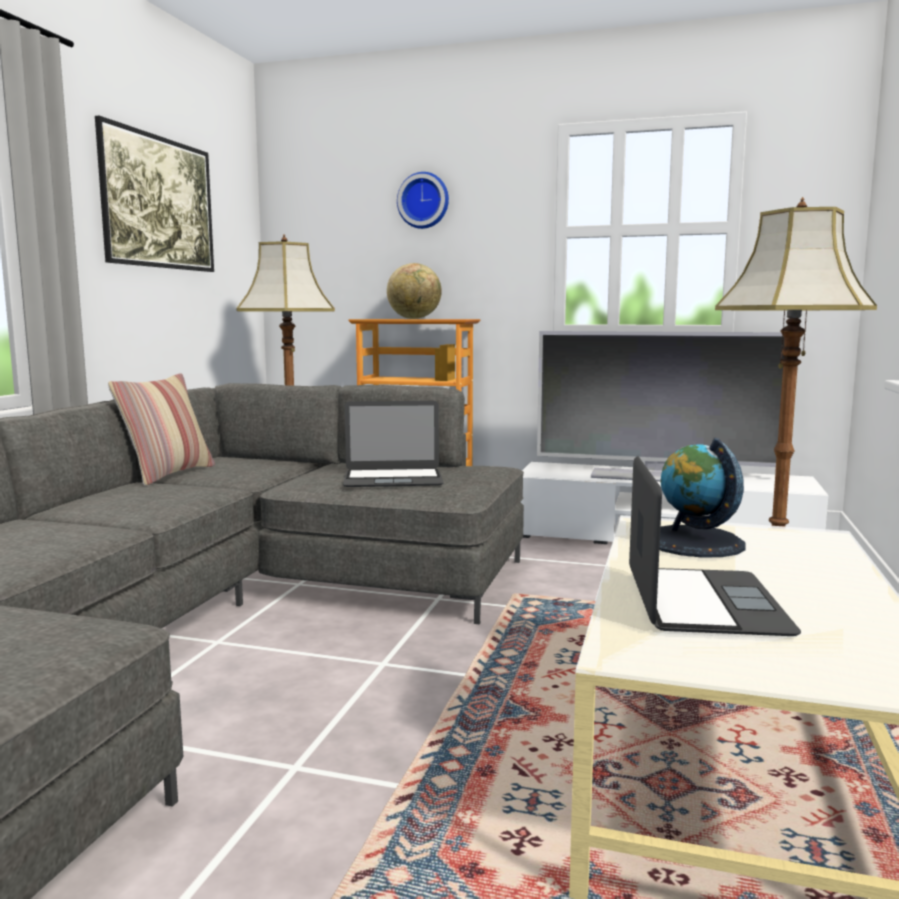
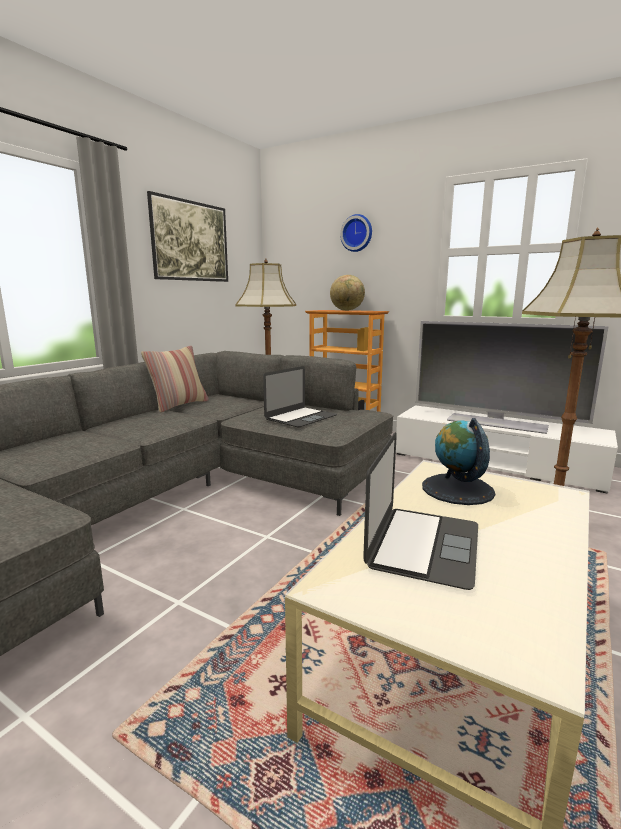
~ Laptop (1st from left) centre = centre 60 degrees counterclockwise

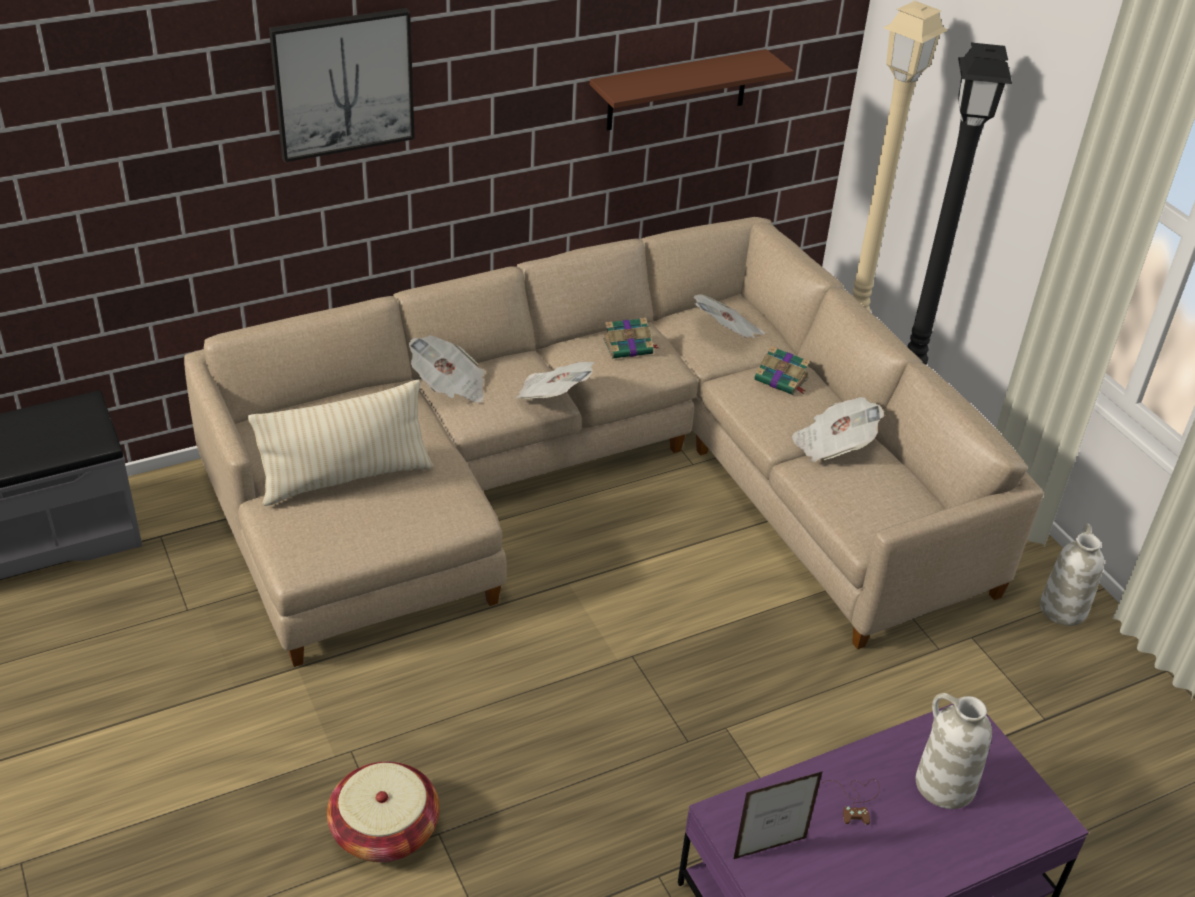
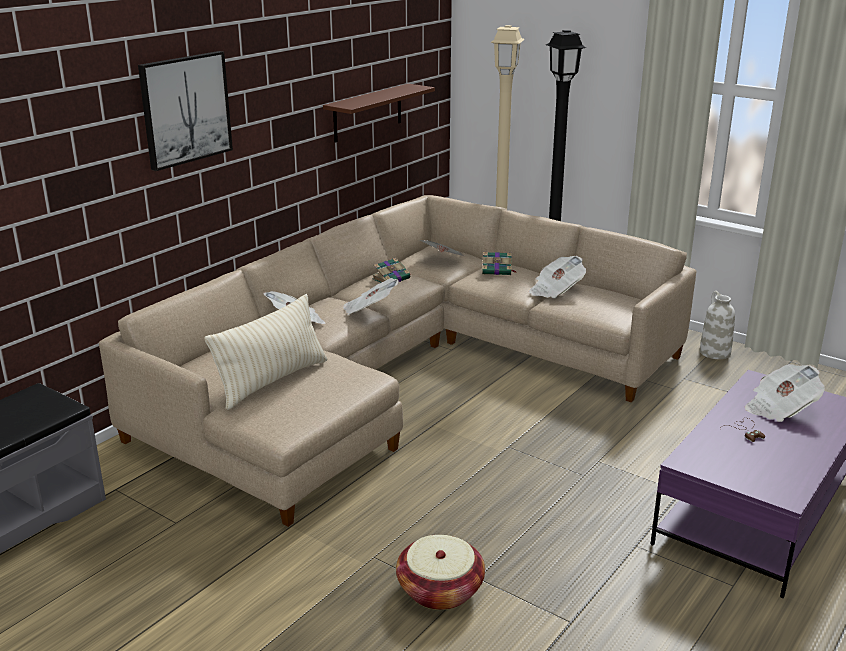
~ Vase [weiß] (1st from left) bottom right to Zeitung (5th from left) middle right
- Bilderrahmen bottom centre

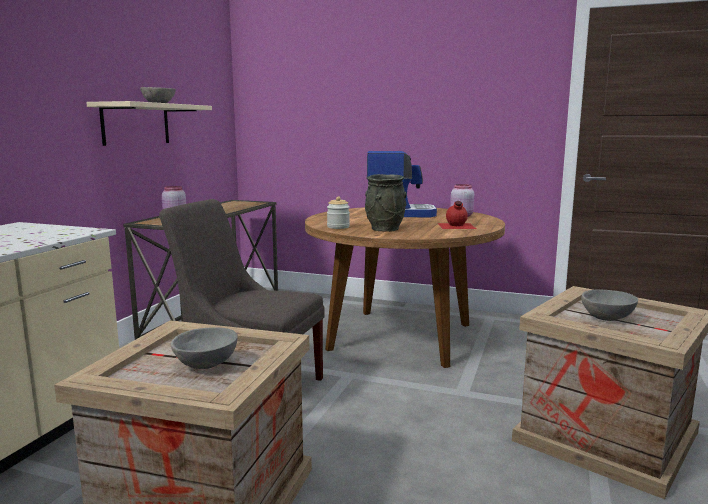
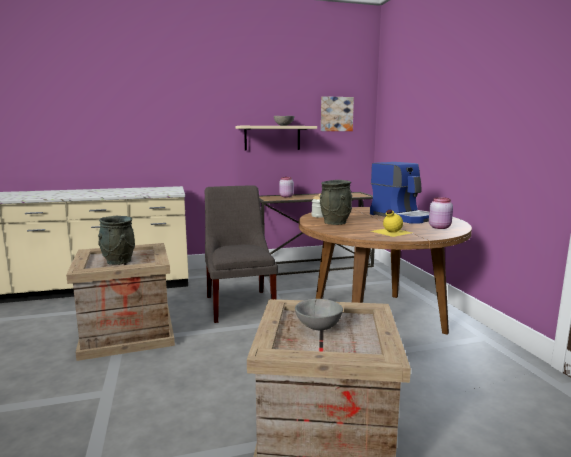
~ Flasche [rot] centre to Flasche [gelb] middle right
~ Schüssel [grau] (2nd from left) bottom left to Vase [grau] (1st from left) middle left
+ Bild top centre

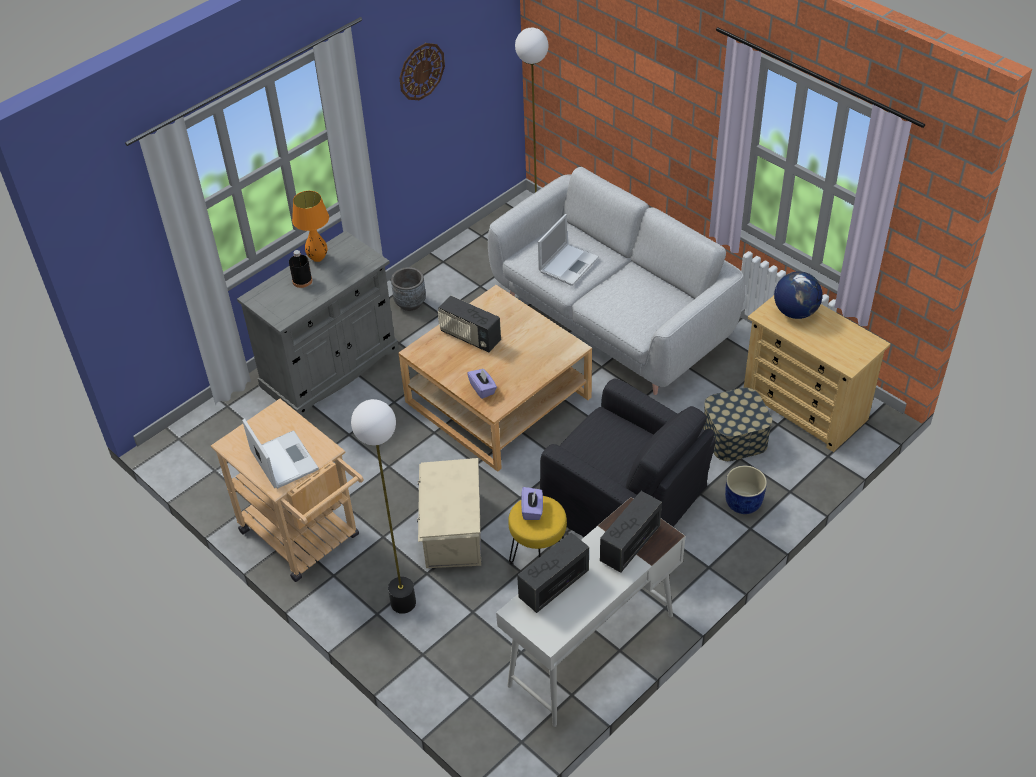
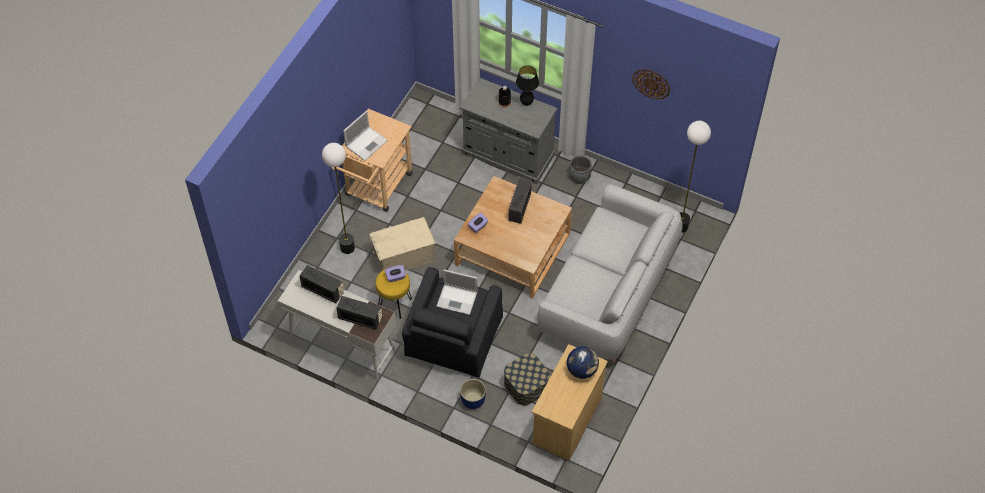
~ Tischlampe [orange] top left to Tischlampe [schwarz] top centre
~ Laptop (2nd from left) top centre to centre

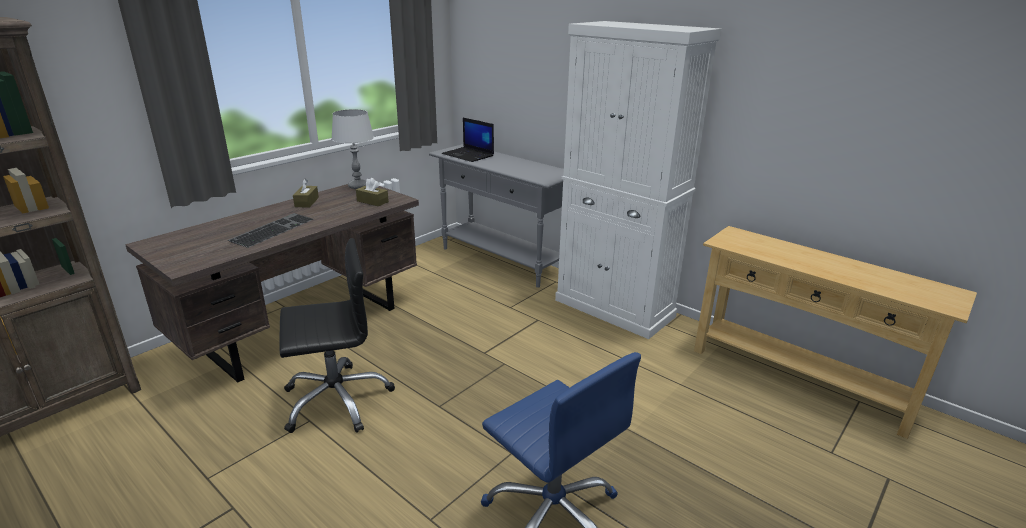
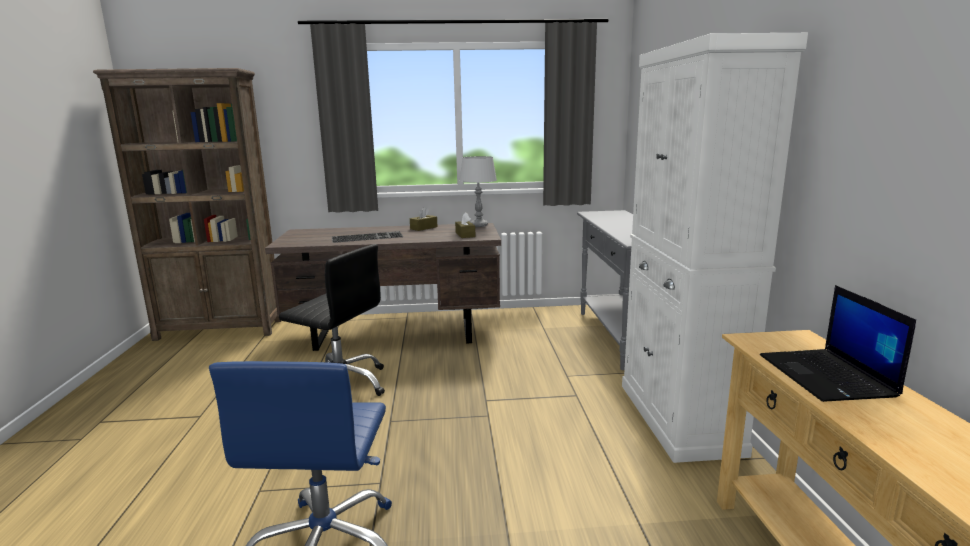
~ Laptop top centre to middle right

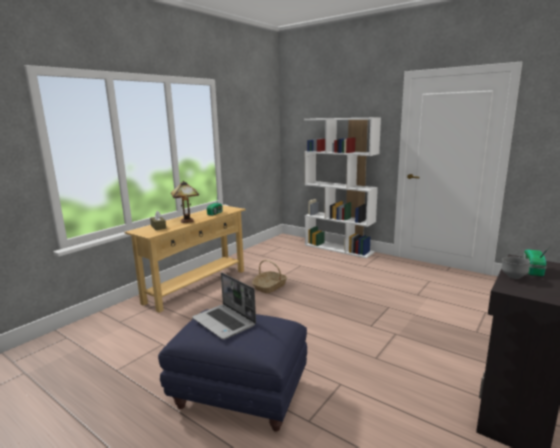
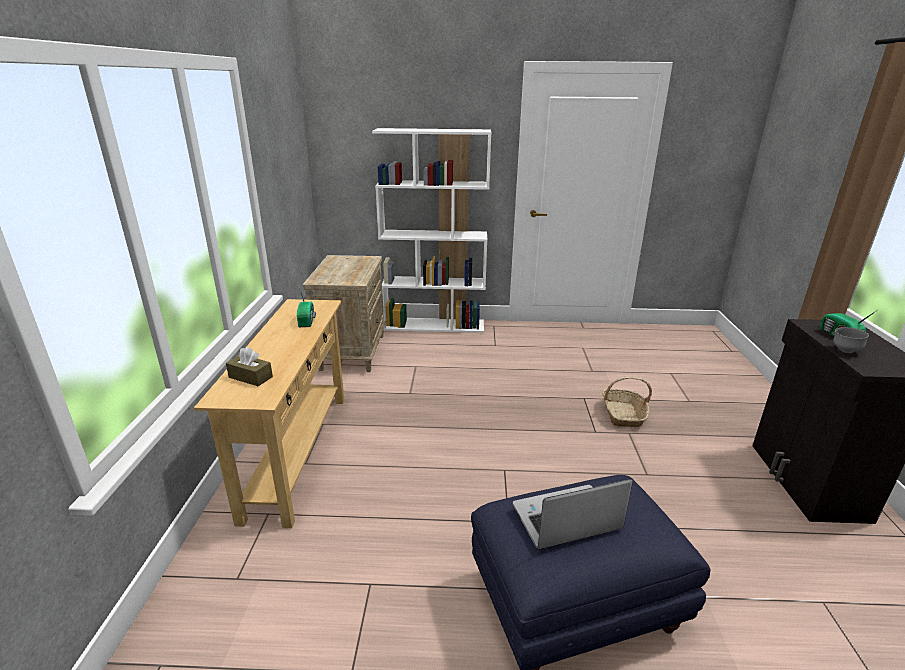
- Tischlampe middle left
~ Korb centre to middle right
~ Laptop bottom centre = bottom centre 150 degrees clockwise
+ Nachttisch [beige] centre

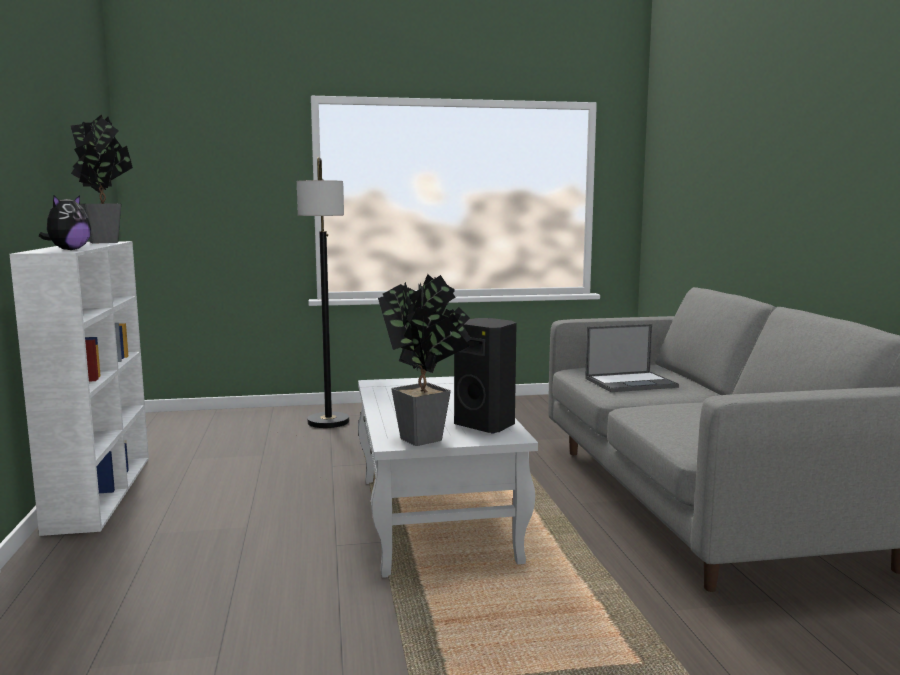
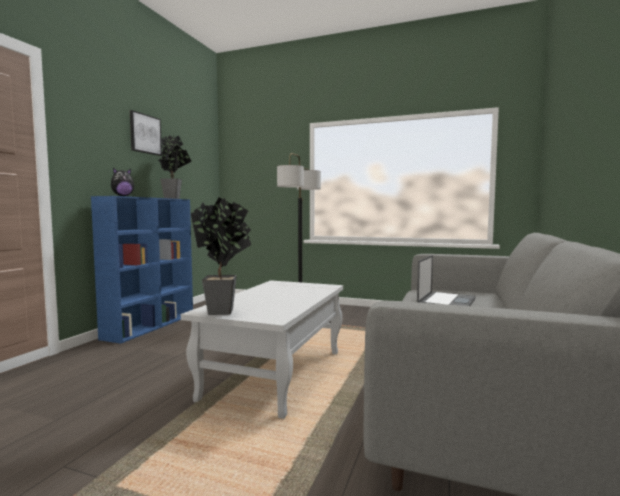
~ Bücherregal [weiß] middle left to Bücherregal [blau] middle left
- Lautsprecher [schwarz] centre
~ Laptop middle right = middle right 75 degrees counterclockwise
+ Bild top left

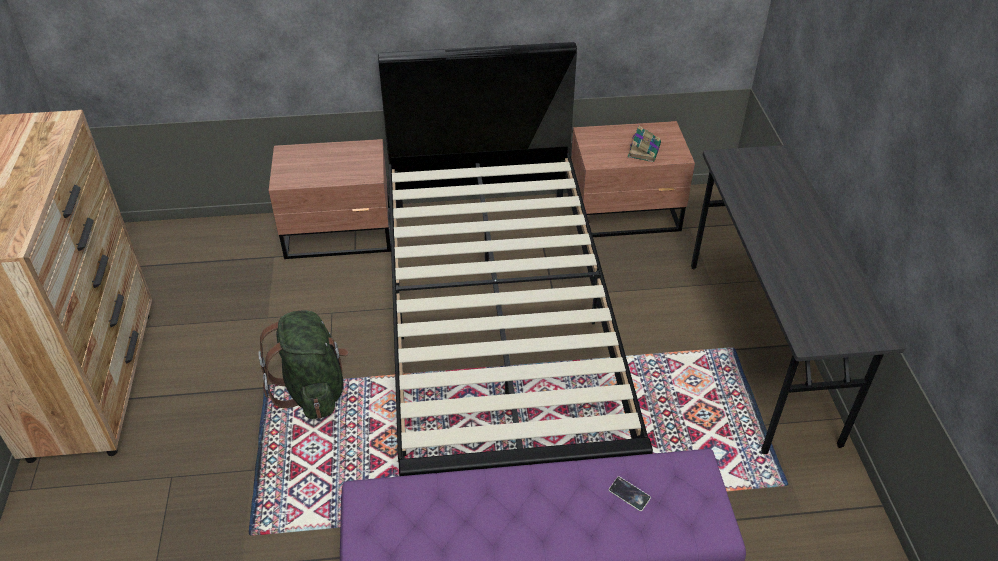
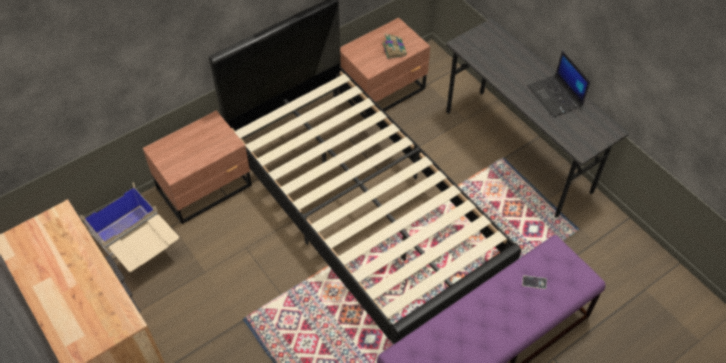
- Rucksack [grün] middle left
+ Laptop top right
+ Aufbewahrungsbox [beige] middle left

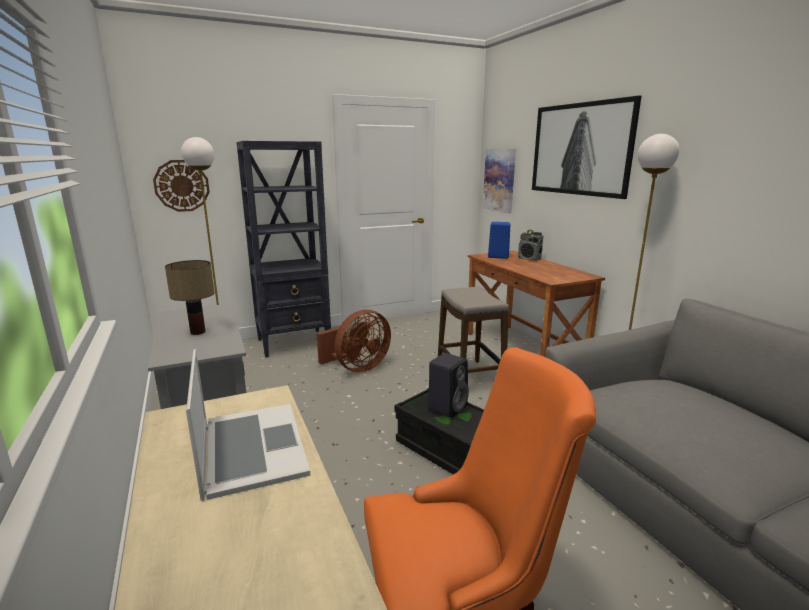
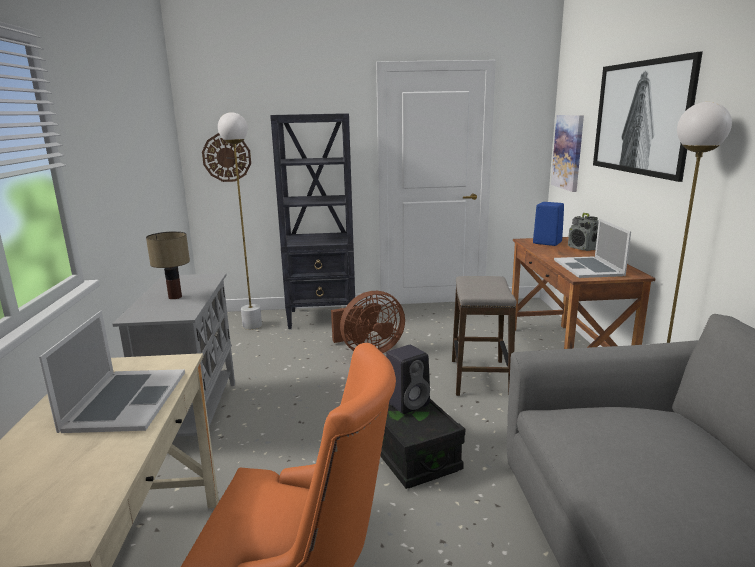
+ Laptop (2nd from left) middle right

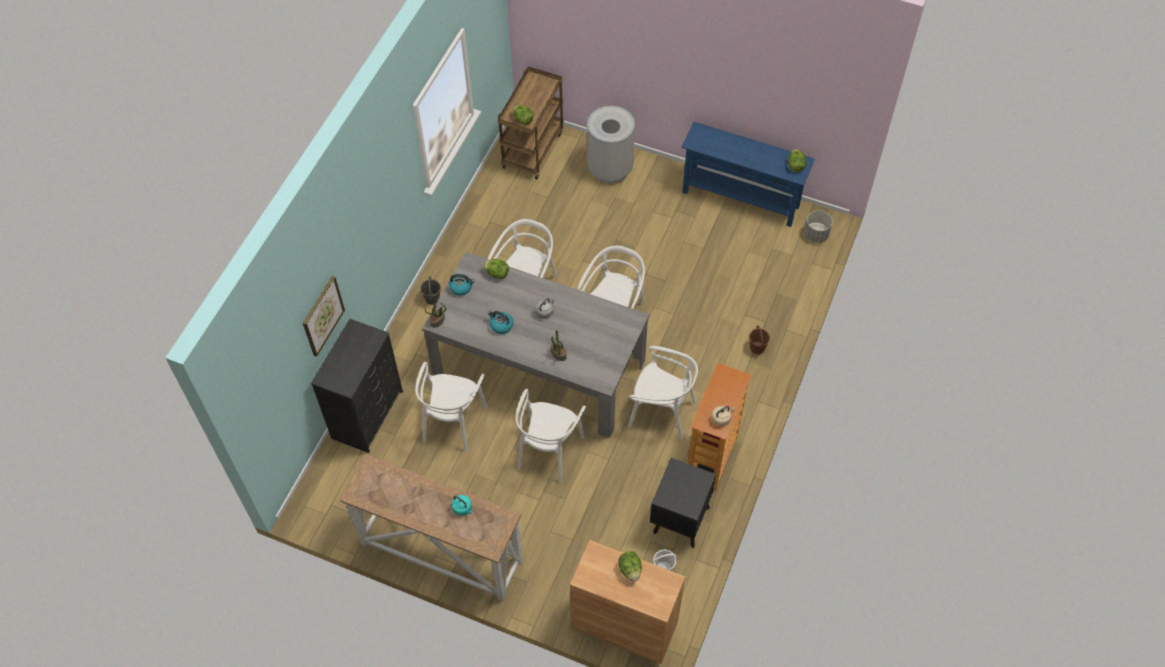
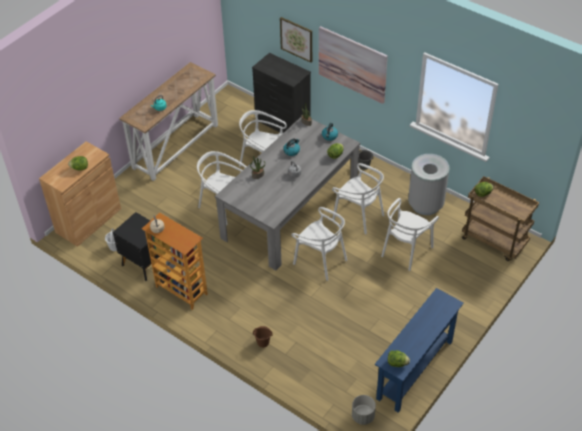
~ Mülleimer [grau] top centre to middle right
~ Stuhl [weiß] (5th from left) centre to middle right
+ Bild (2nd from left) top centre

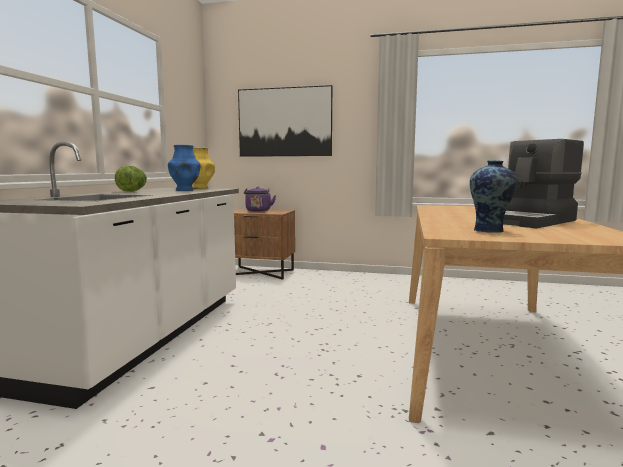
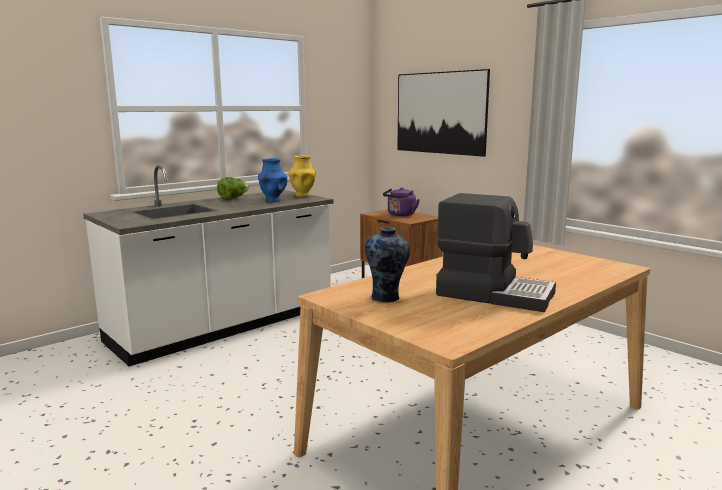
~ Kaffeemaschine middle right = middle right 150 degrees counterclockwise

